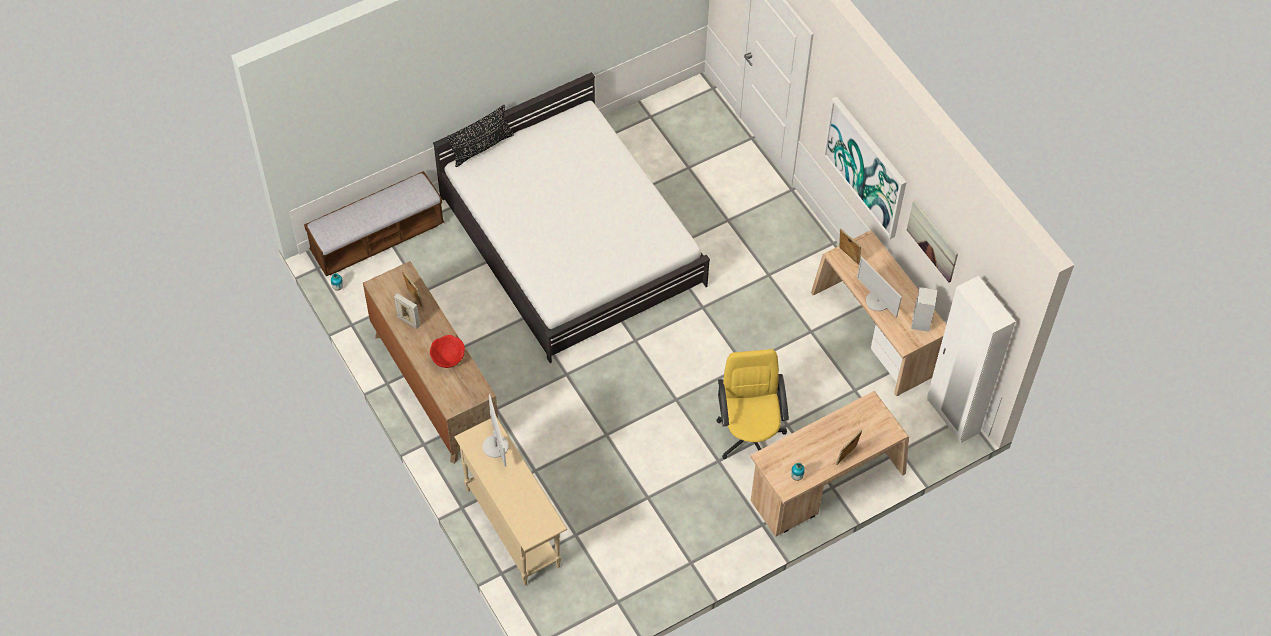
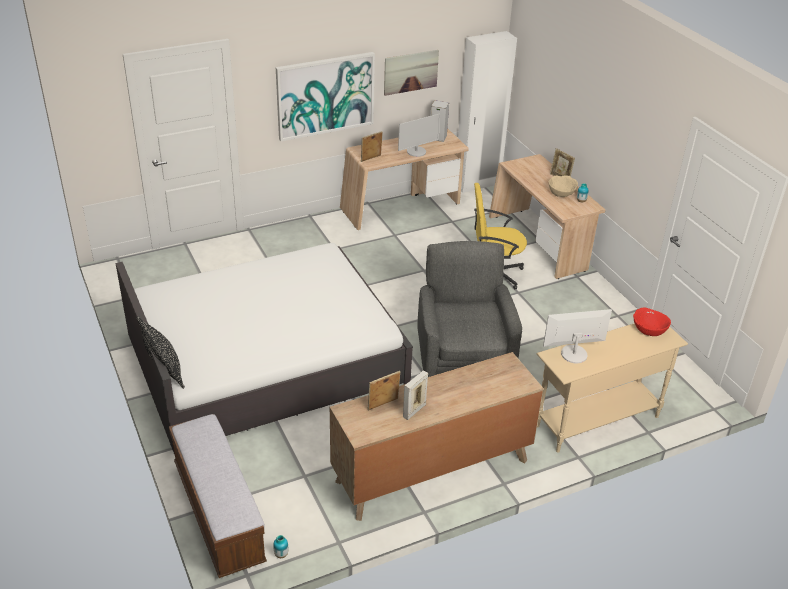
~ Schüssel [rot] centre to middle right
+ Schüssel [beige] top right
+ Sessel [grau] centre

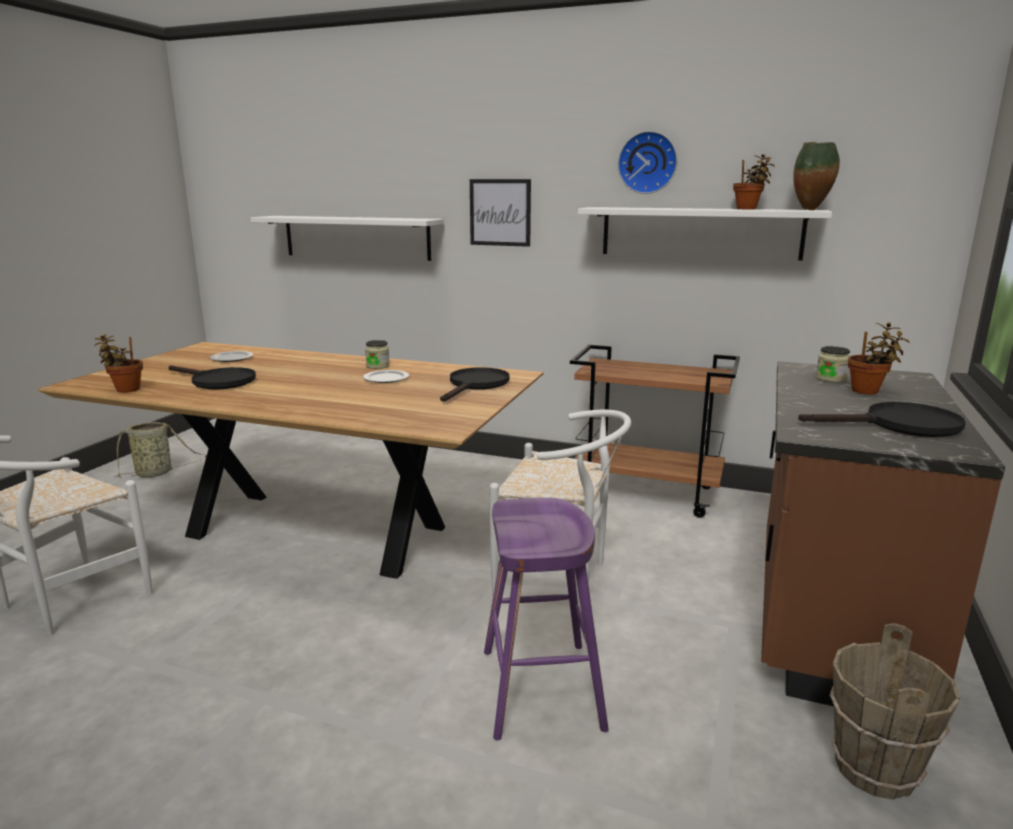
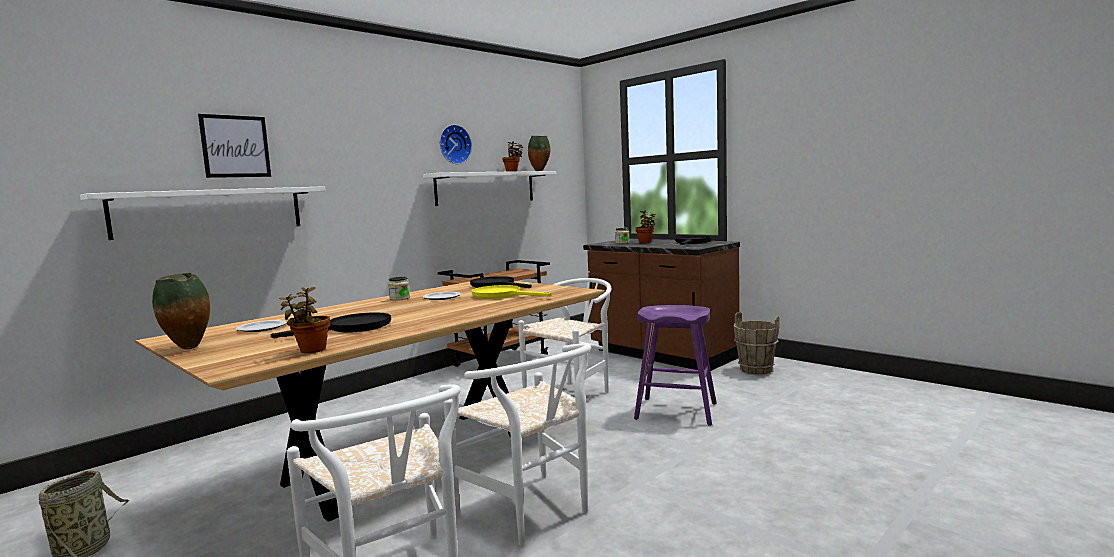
~ Bild top centre to top left
+ Vase (1st from left) middle left
+ Pfanne [gelb] centre
+ Stuhl [weiß] (2nd from left) bottom centre

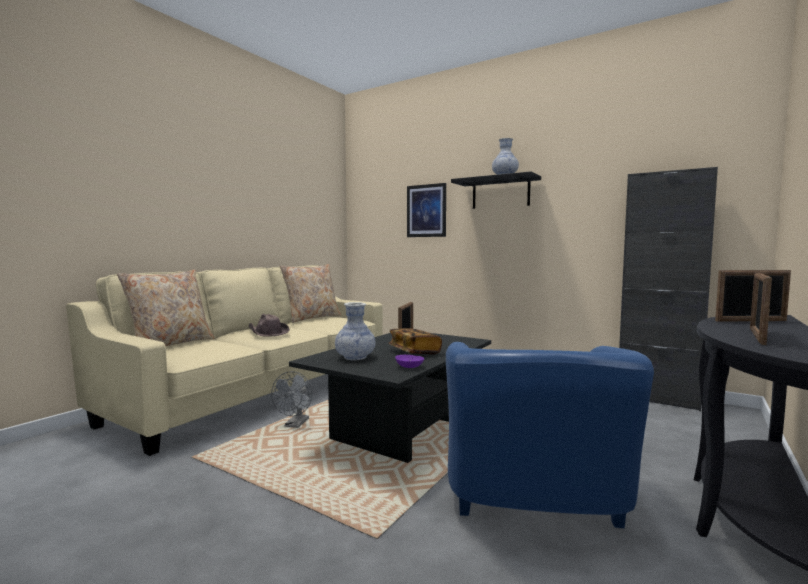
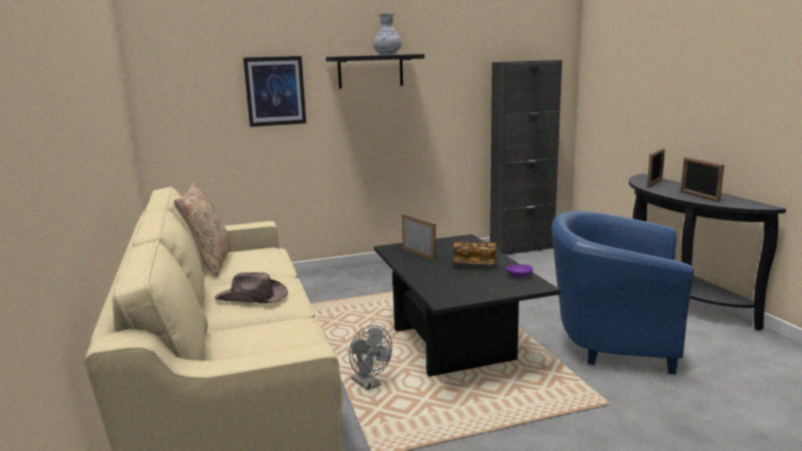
- Kissen [beige] (1st from left) middle left
- Vase (1st from left) centre
~ Sessel [blau] bottom right = middle right 150 degrees clockwise

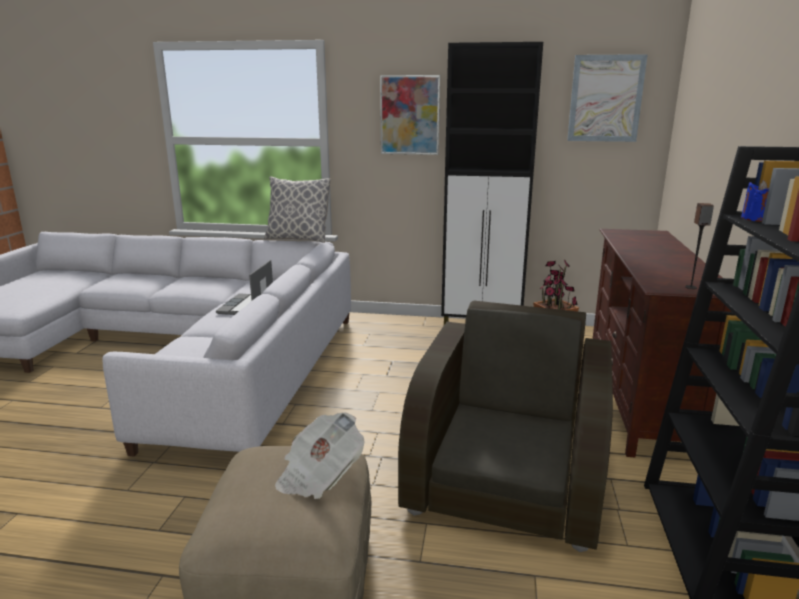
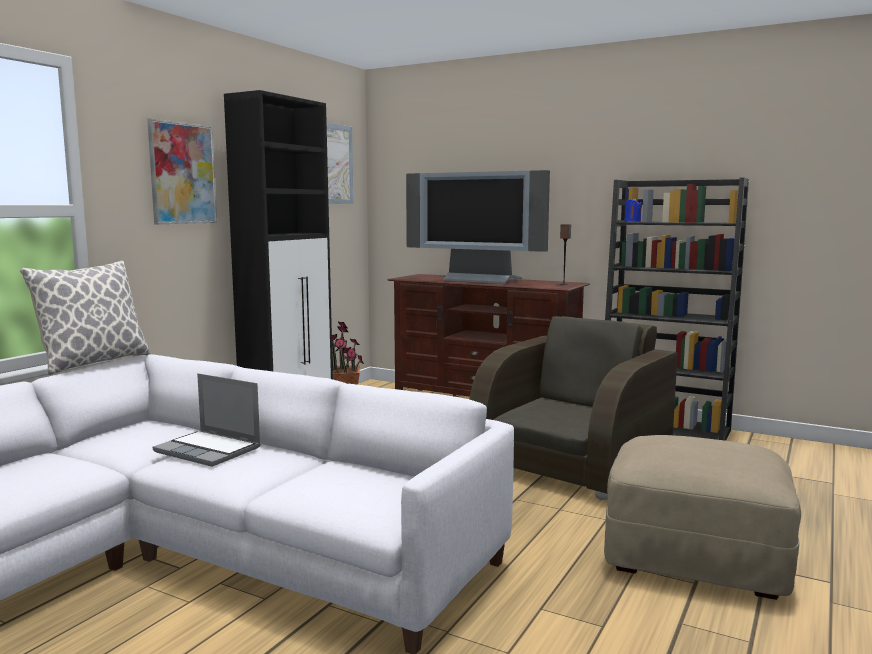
~ Sessel [braun] bottom centre = centre 90 degrees clockwise
- Zeitung bottom centre
+ Fernseher centre

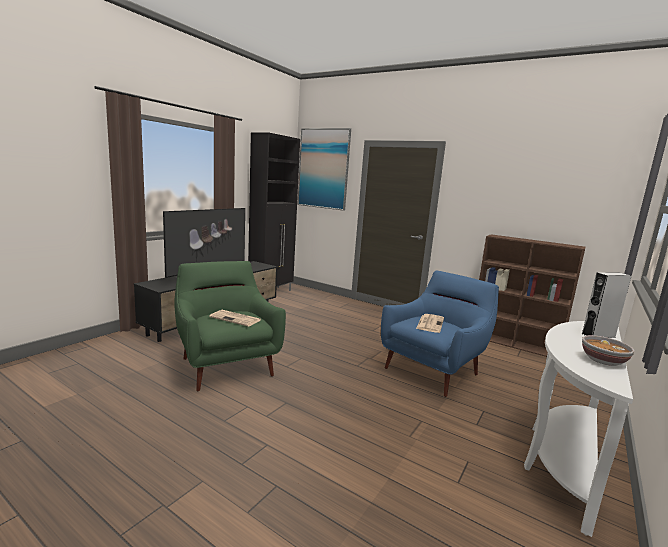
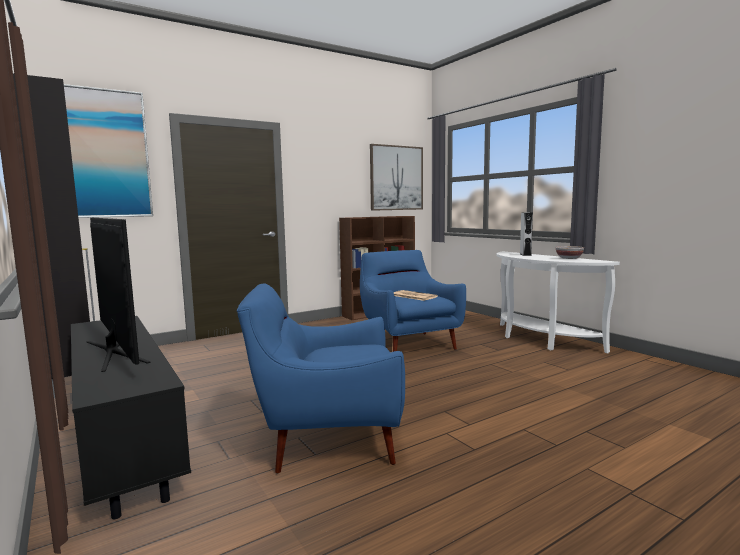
~ Sessel [grün] centre to Sessel [blau] (1st from left) bottom centre
- Zeitung (1st from left) centre
+ Bild (2nd from left) top centre

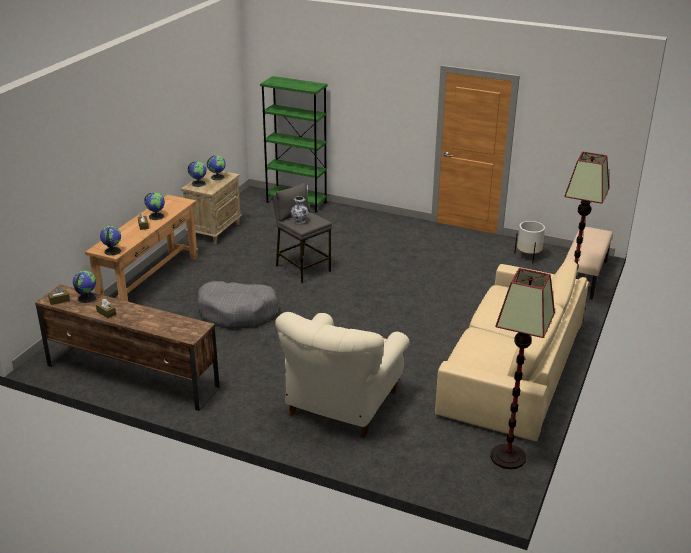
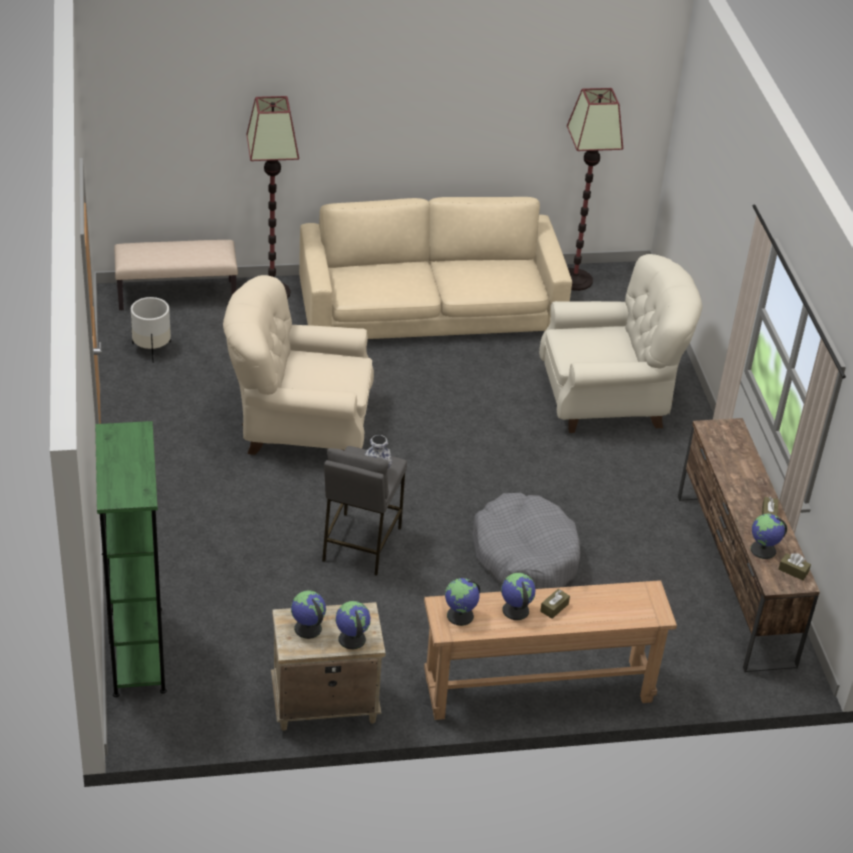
~ Globus (2nd from left in the first image) middle left to Globus (3rd from left) bottom centre
+ Sessel [beige] (1st from left) centre

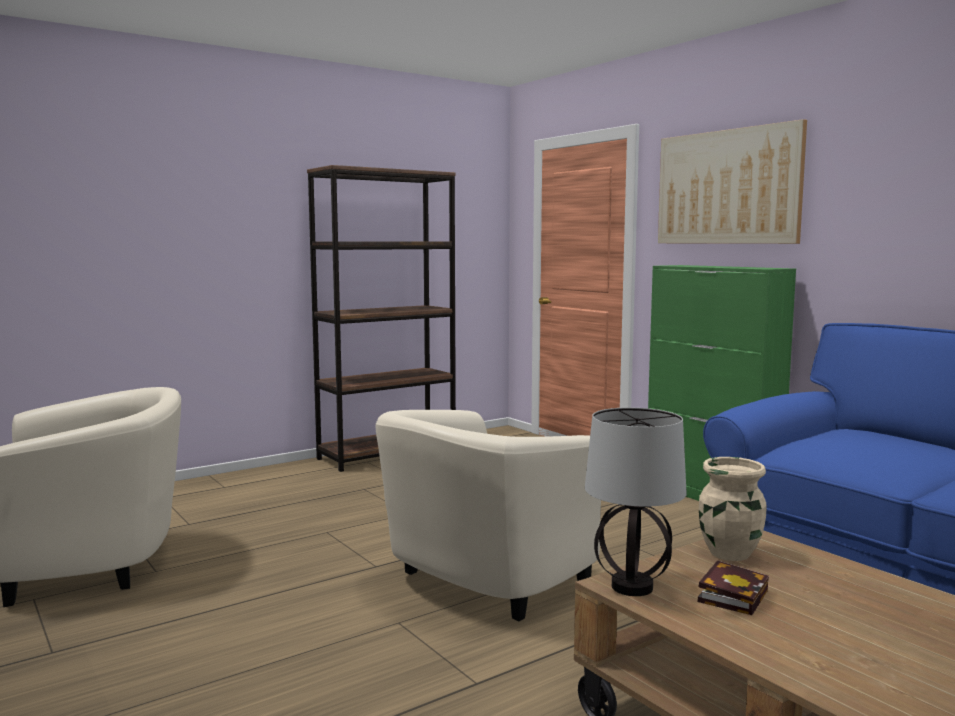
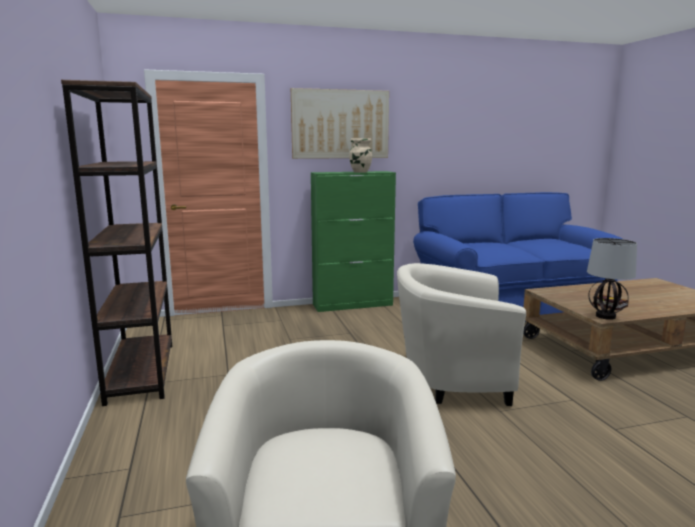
~ Sessel [beige] (2nd from left) bottom centre = centre 120 degrees clockwise
~ Vase [beige] bottom right to top centre

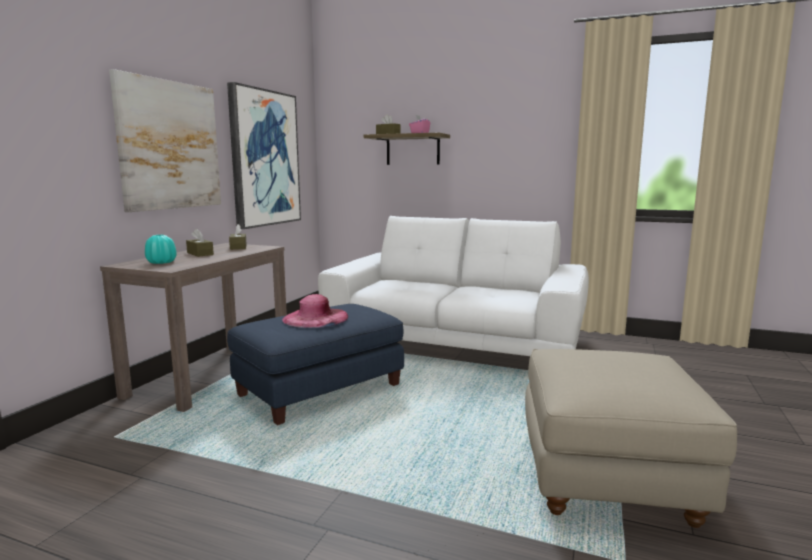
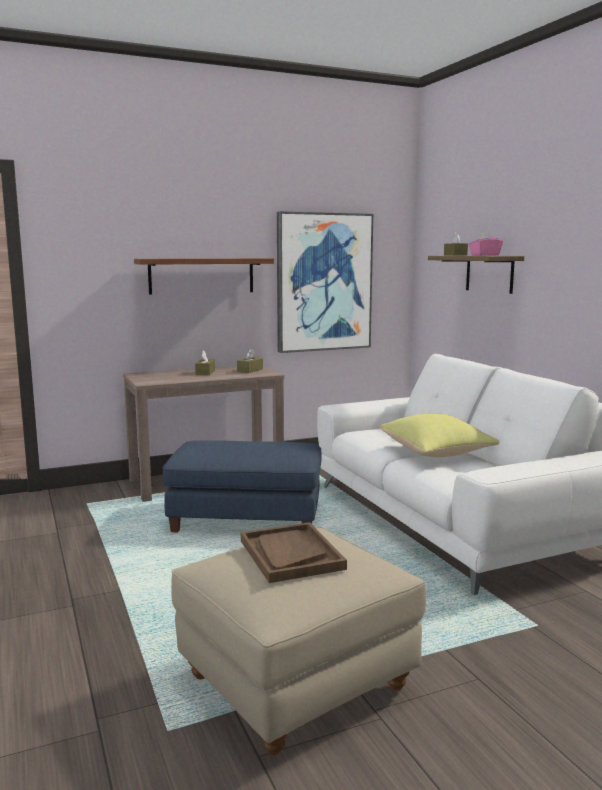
~ Bild (1st from left) top left to Wandregal (1st from left) centre
- Vase [türkis] middle left
- Hut [rosa] centre
+ Kissen [gelb] middle right
+ Tablett [braun] bottom centre

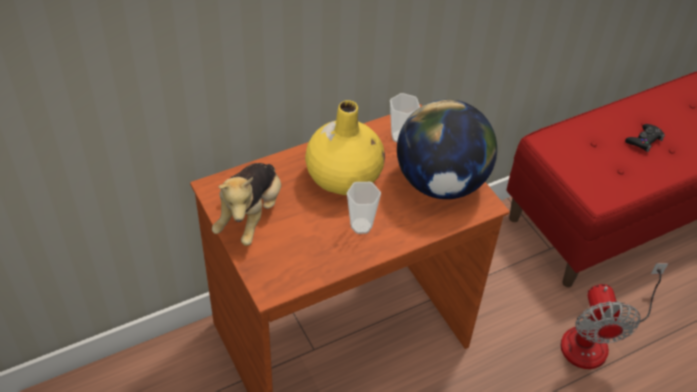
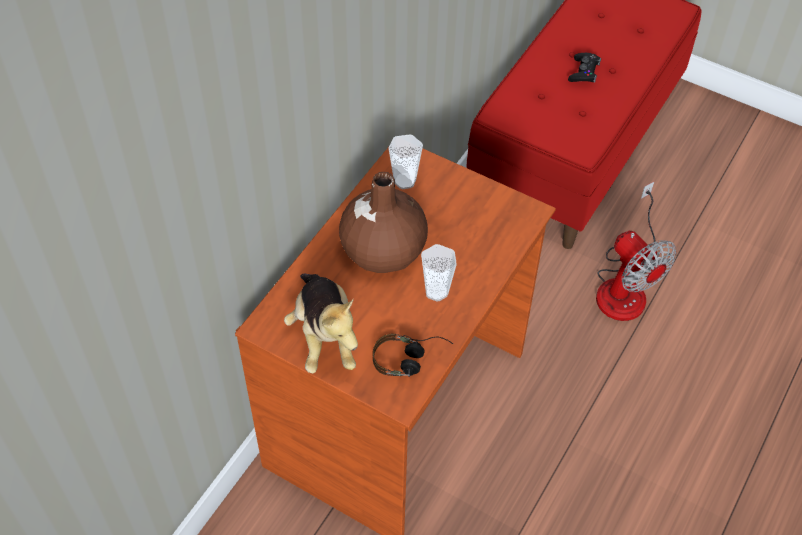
- Globus centre
~ Vase [gelb] centre to Vase [braun] centre
+ Kopfhörer centre

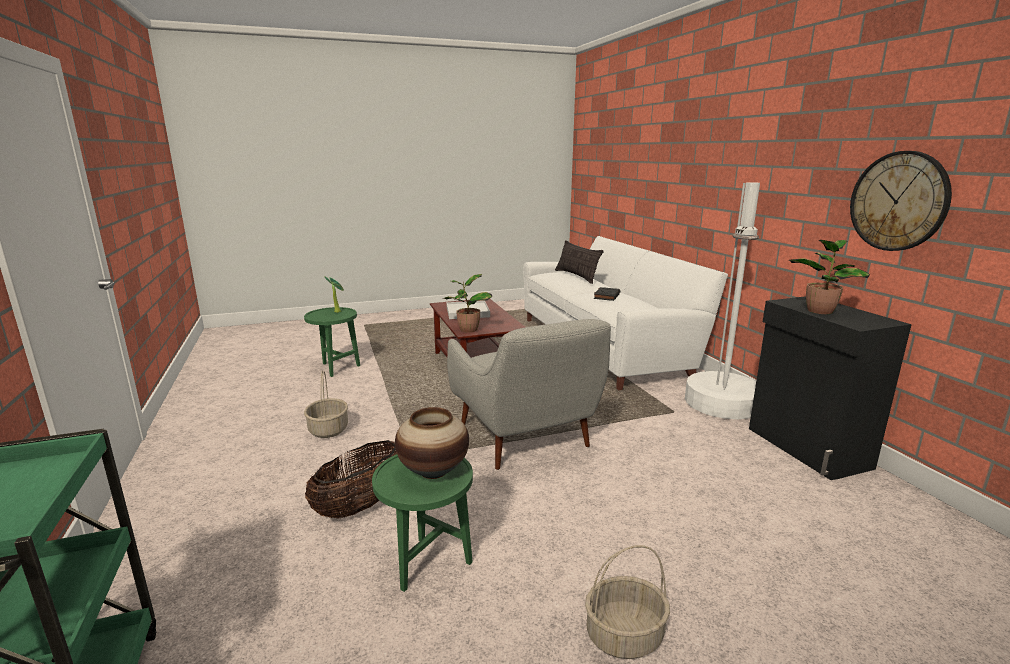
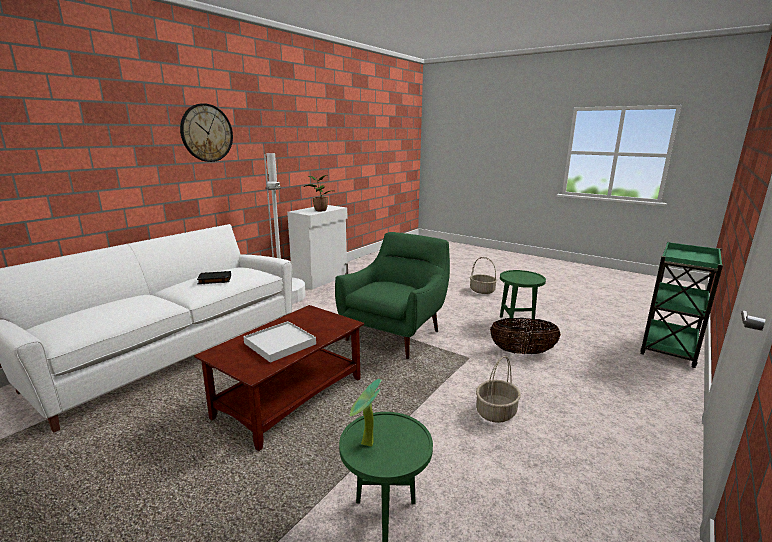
~ Wanduhr top right to top left
- Kissen centre
- Topfpflanze (2nd from left) centre
~ Schrank [schwarz] middle right to Schrank [weiß] centre
~ Sessel [grau] centre to Sessel [grün] centre
- Vase bottom centre

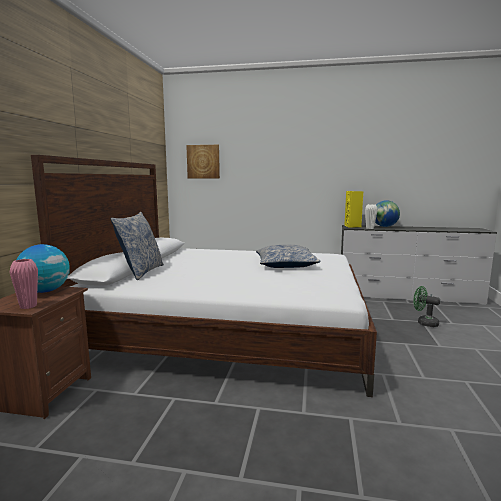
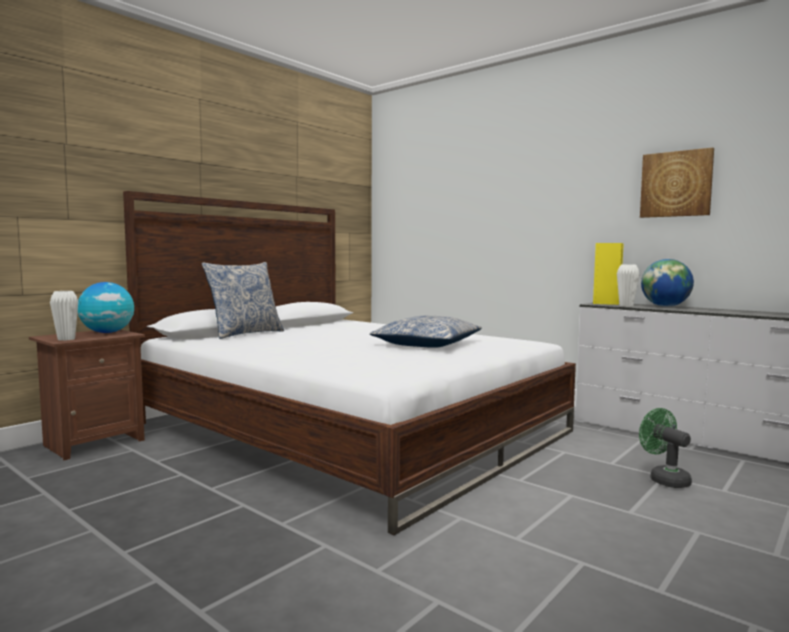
~ Bild top centre to top right
~ Vase [rosa] middle left to Vase [weiß] (1st from left) middle left

